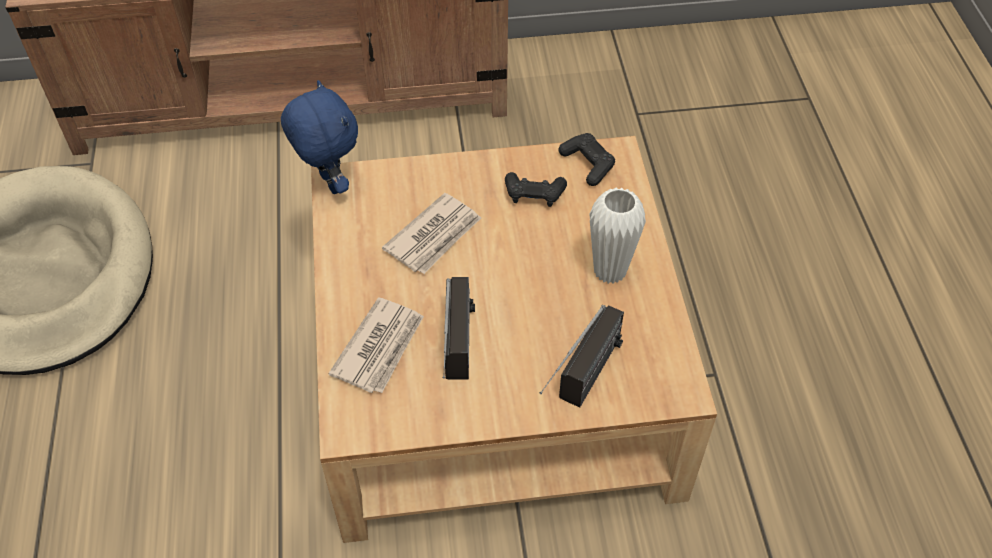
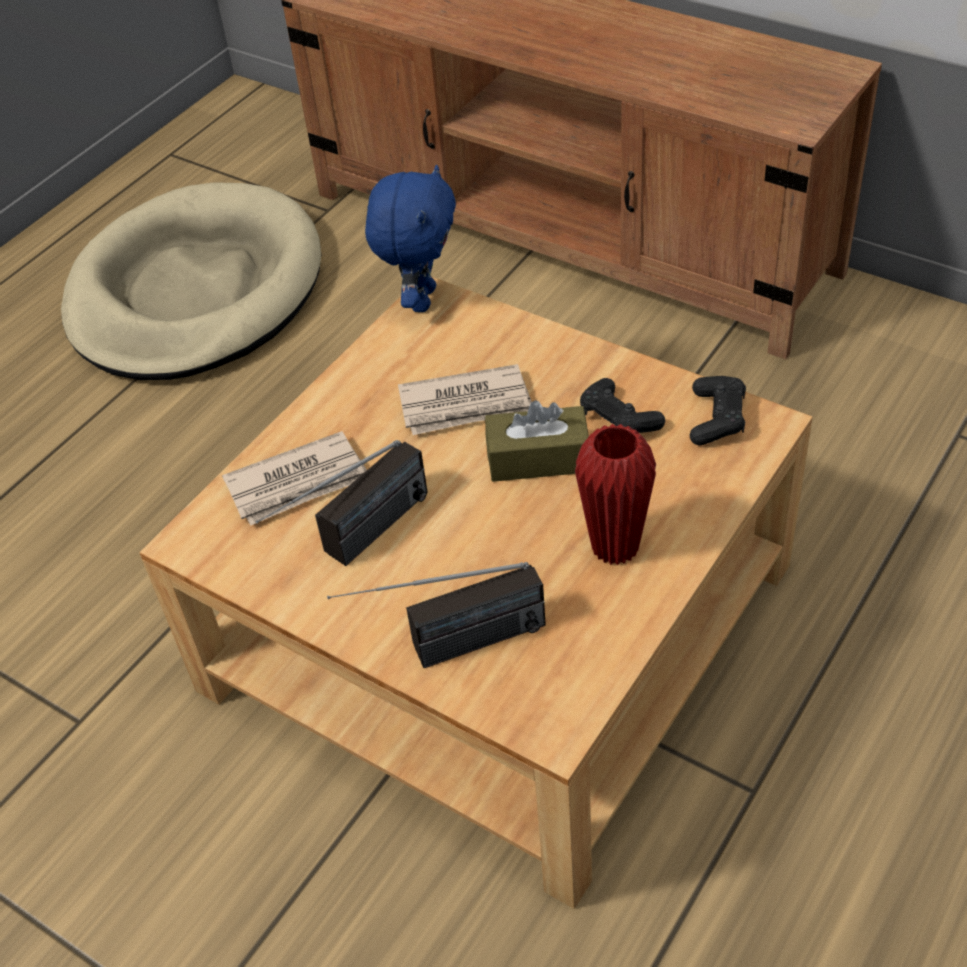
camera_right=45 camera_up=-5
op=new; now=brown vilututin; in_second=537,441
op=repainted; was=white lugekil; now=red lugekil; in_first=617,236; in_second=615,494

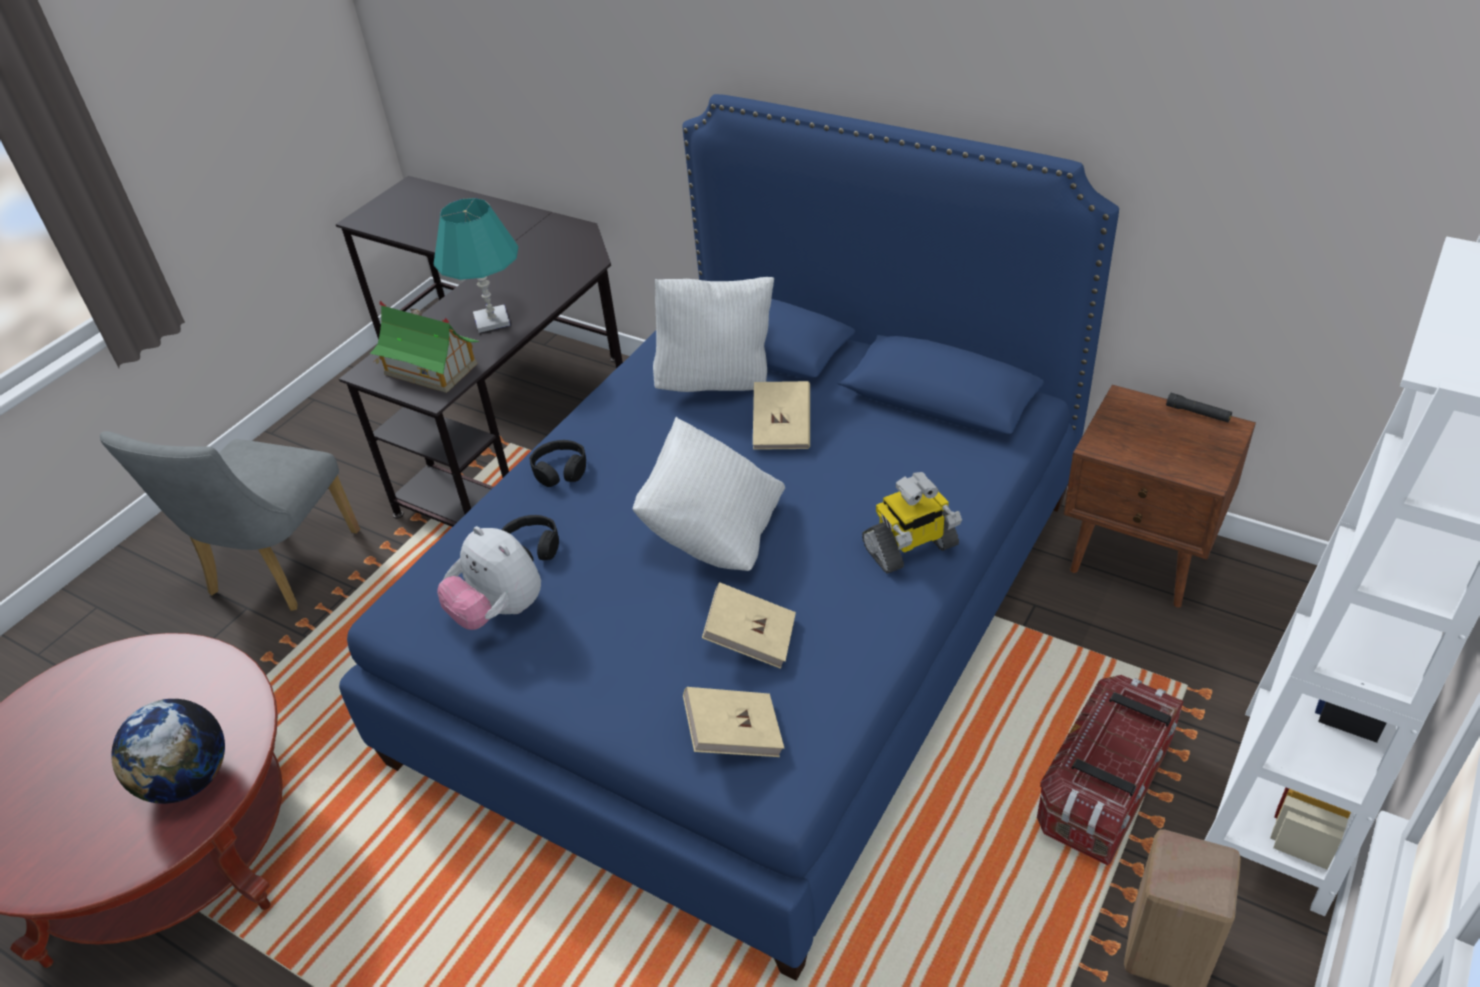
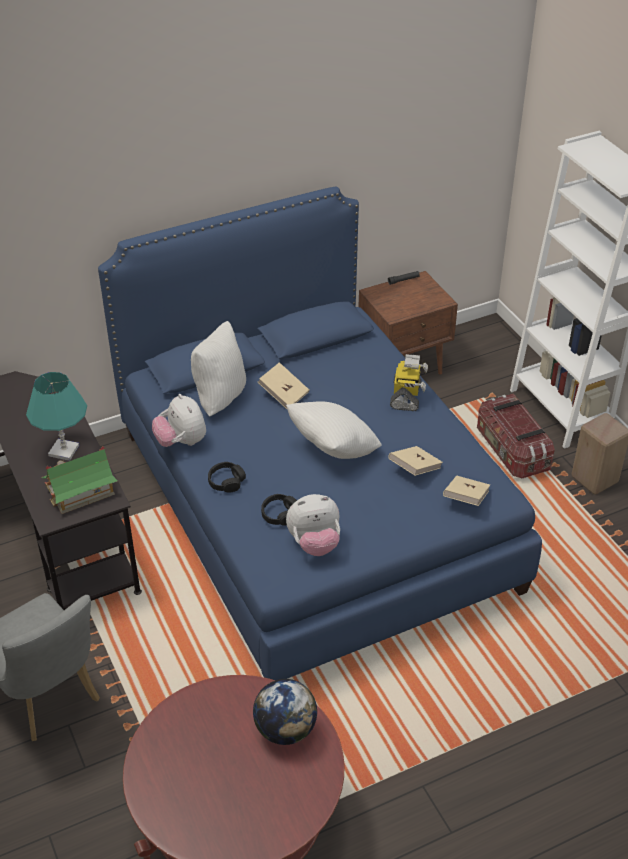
camera_right=-60 camera_up=0
op=new; now=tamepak; in_second=179,420

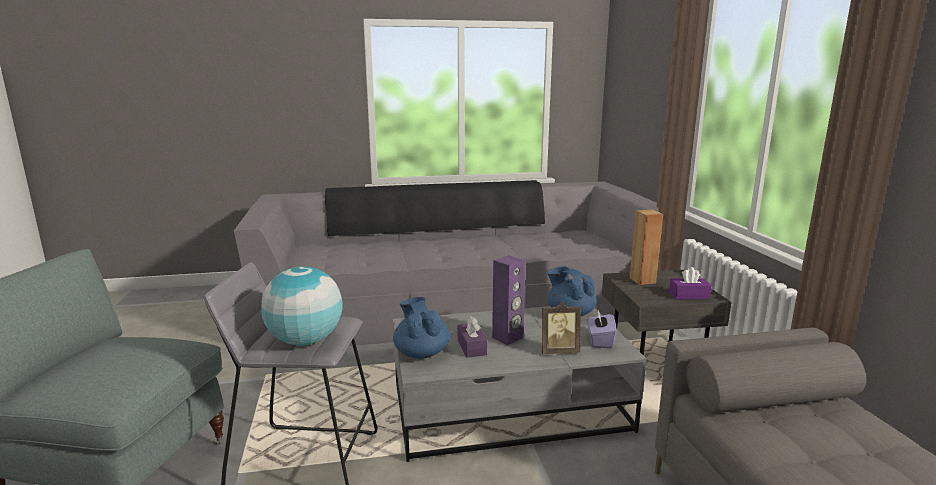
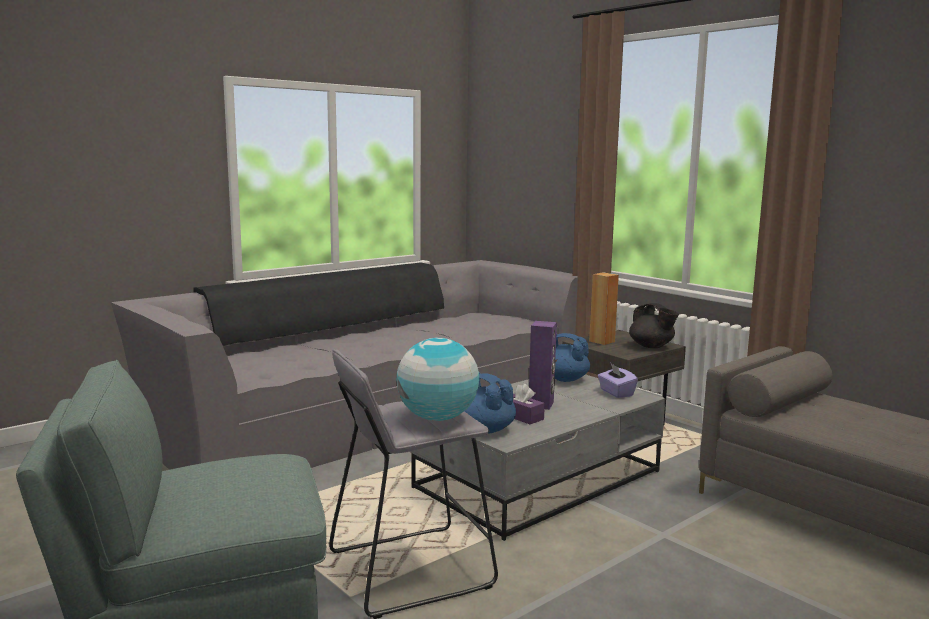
camera_right=-30 camera_up=-5
op=swapped; was=purple vilututin; now=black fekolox; in_first=690,283; in_second=654,325
op=gone; was=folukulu; in_first=561,328

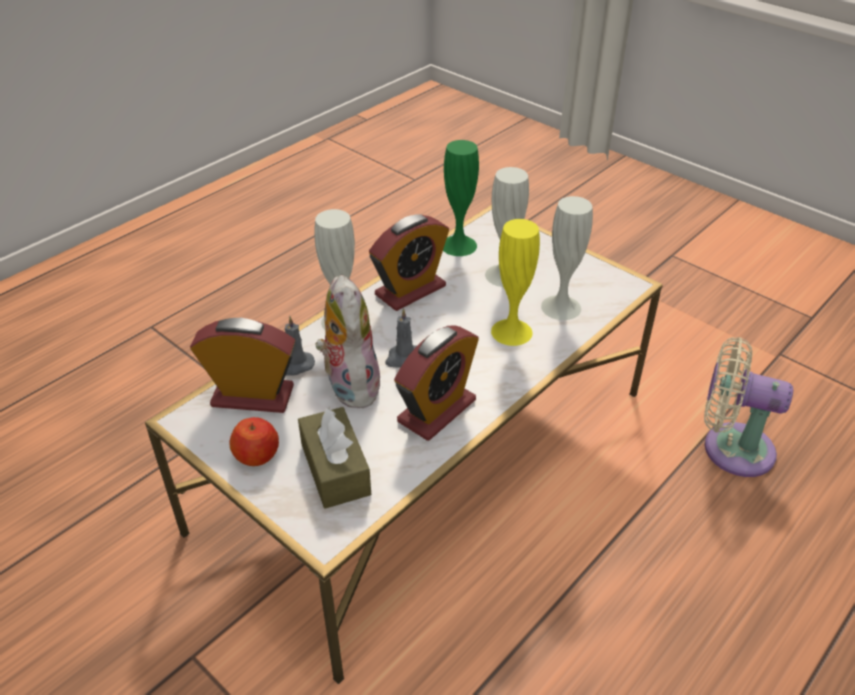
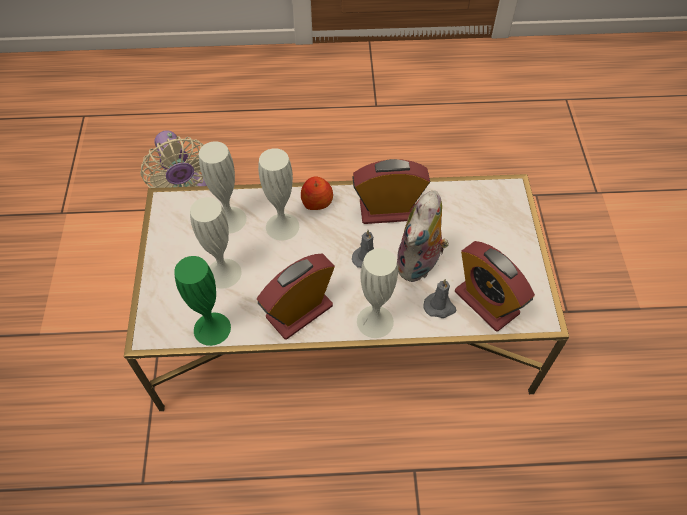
camera_right=-135 camera_up=15
op=rotated; was=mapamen; in_first=409,262; in_second=296,296; clockwise=-45
op=repainted; was=yellow lugekil; now=white lugekil; in_first=515,282; in_second=278,194
op=shifted; was=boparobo; in_first=254,441; in_second=317,193
op=gone; was=brown vilututin; in_first=334,458

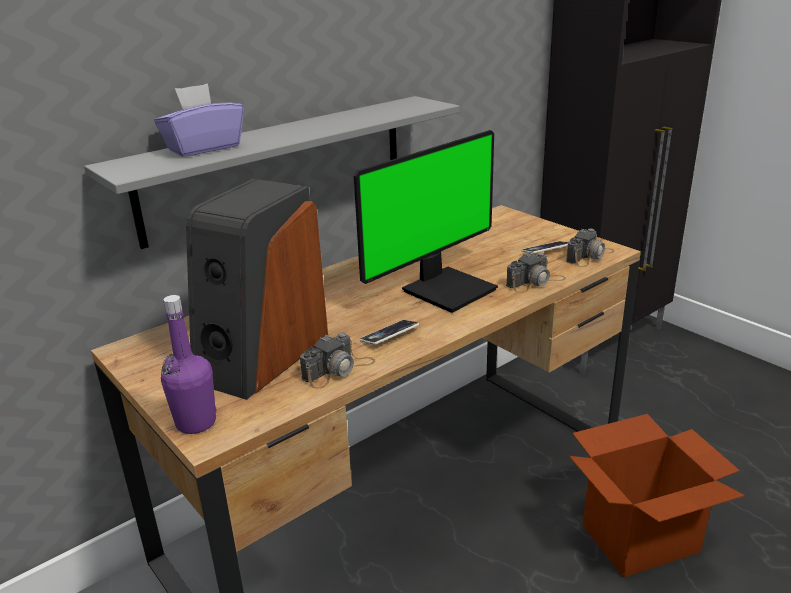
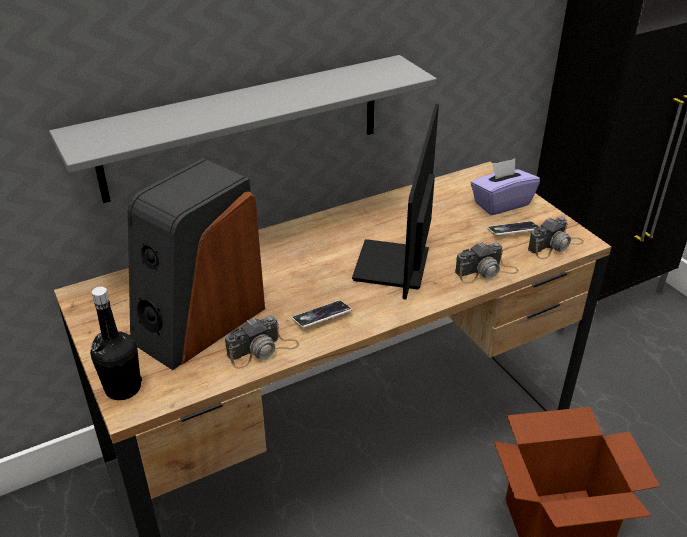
camera_right=10 camera_up=10
op=repainted; was=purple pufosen; now=black pufosen; in_first=189,364; in_second=116,343
op=rotated; was=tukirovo; in_first=426,221; in_second=395,202; clockwise=135
op=shifted; was=purple vilututin; in_first=199,120; in_second=505,186

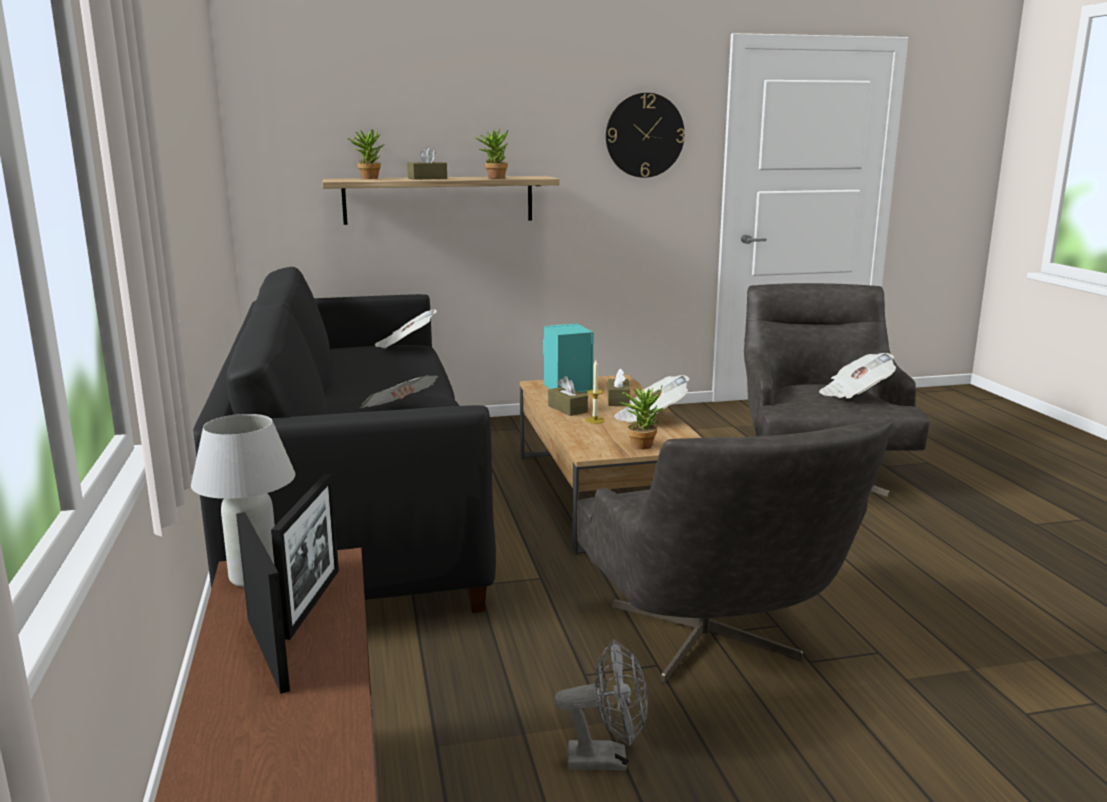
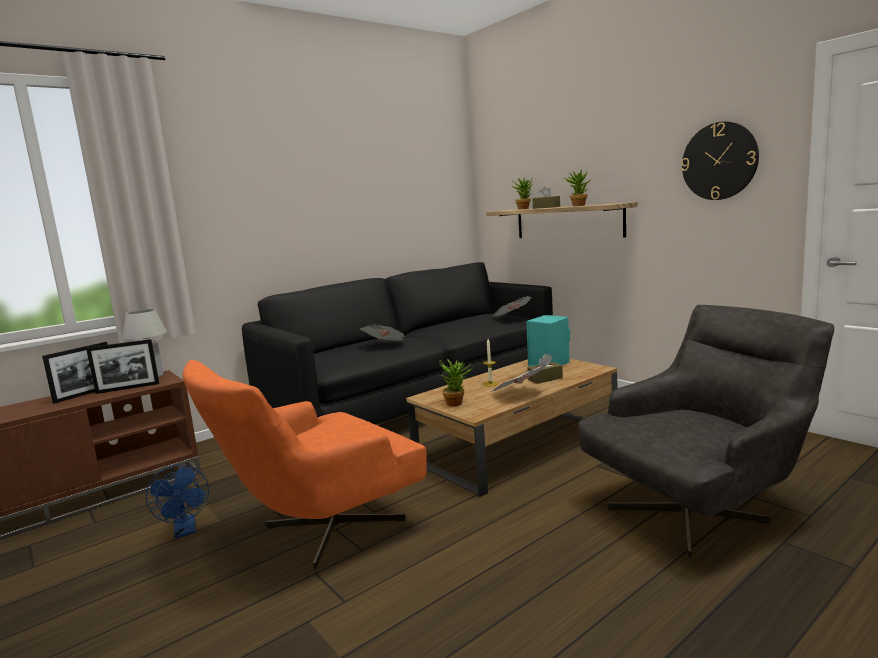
camera_right=65 camera_up=-5
op=repainted; was=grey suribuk; now=blue suribuk; in_first=601,705; in_second=177,501
op=repainted; was=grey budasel; now=orange budasel; in_first=734,551; in_second=305,464
op=gone; was=brown vilututin; in_first=568,396
op=gone; was=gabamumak; in_first=857,376

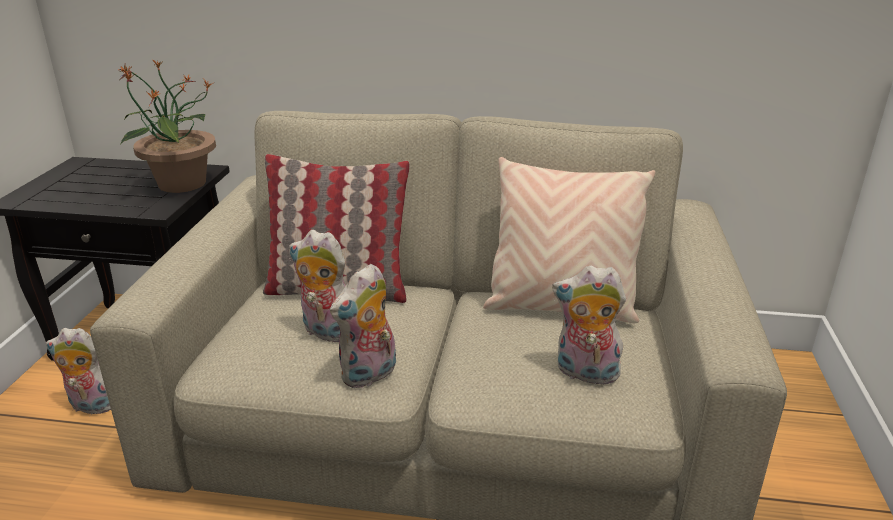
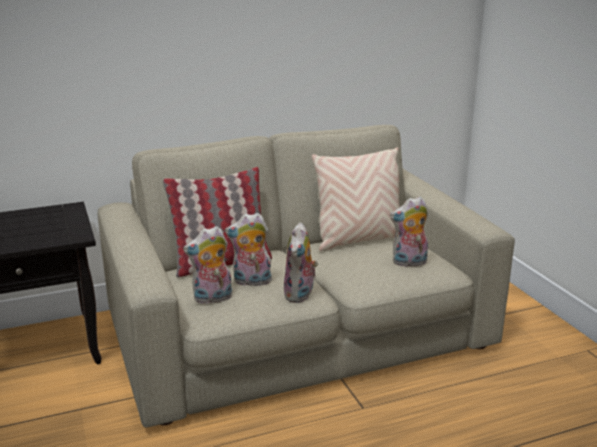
camera_right=-30 camera_up=-5
op=shifted; was=tamepak; in_first=78,371; in_second=207,265
op=gone; was=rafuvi; in_first=167,126

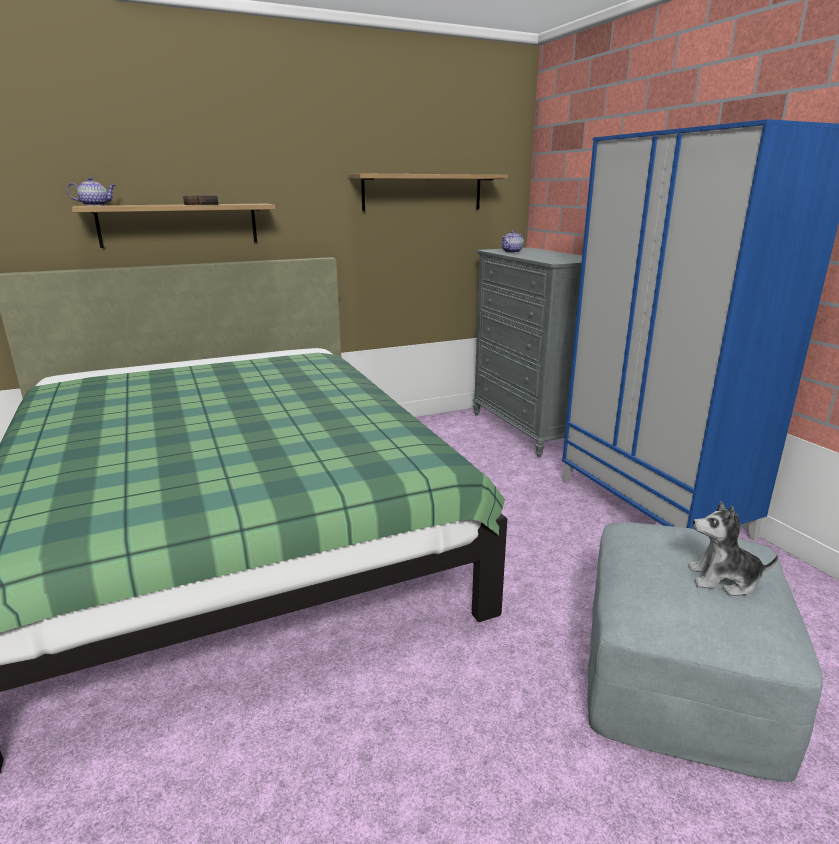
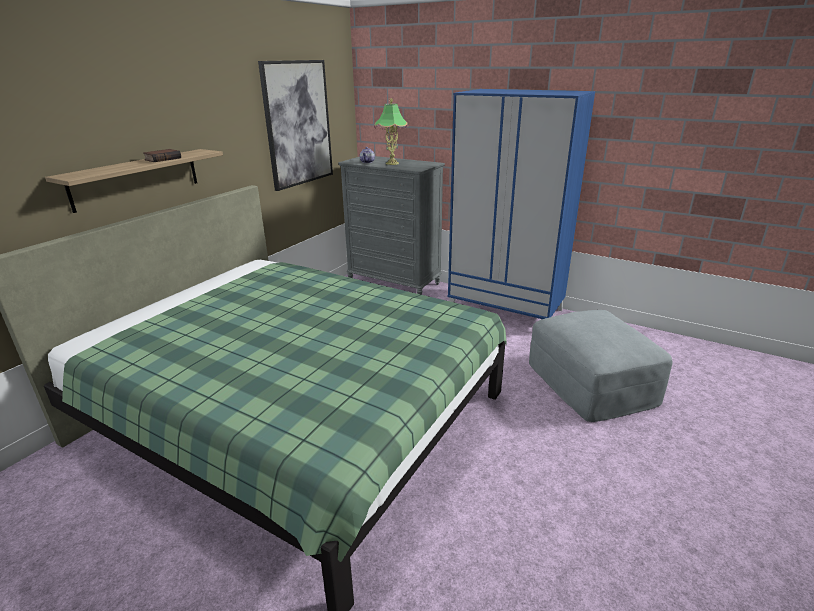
camera_right=-35 camera_up=5
op=swapped; was=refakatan; now=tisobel; in_first=428,192; in_second=295,125
op=new; now=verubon; in_second=391,131
op=gone; was=fekolox; in_first=91,191
op=gone; was=tamepak; in_first=733,548

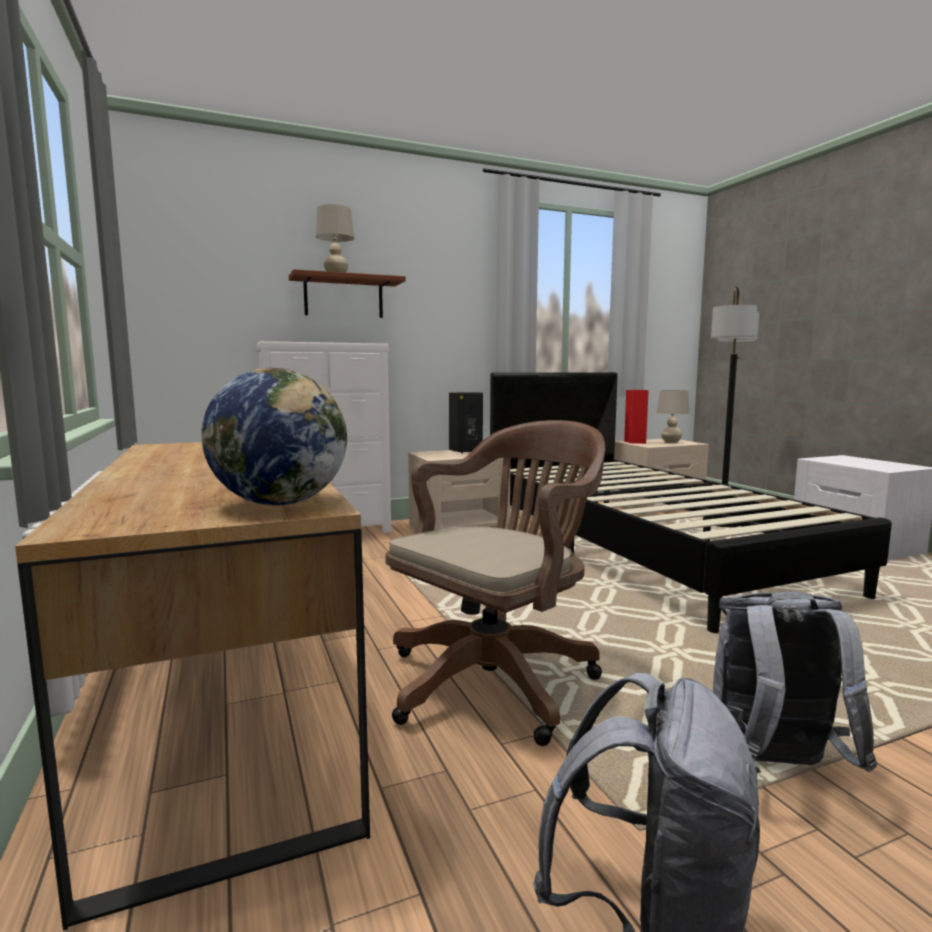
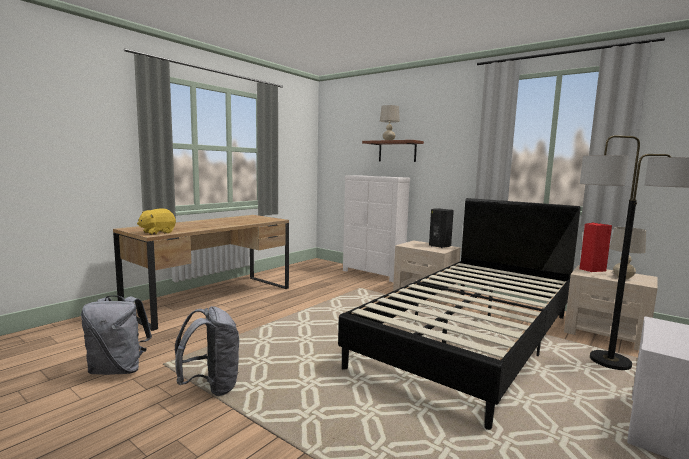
camera_right=60 camera_up=0
op=swapped; was=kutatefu; now=yellow tamepak; in_first=274,436; in_second=156,222
op=gone; was=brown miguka; in_first=495,583

